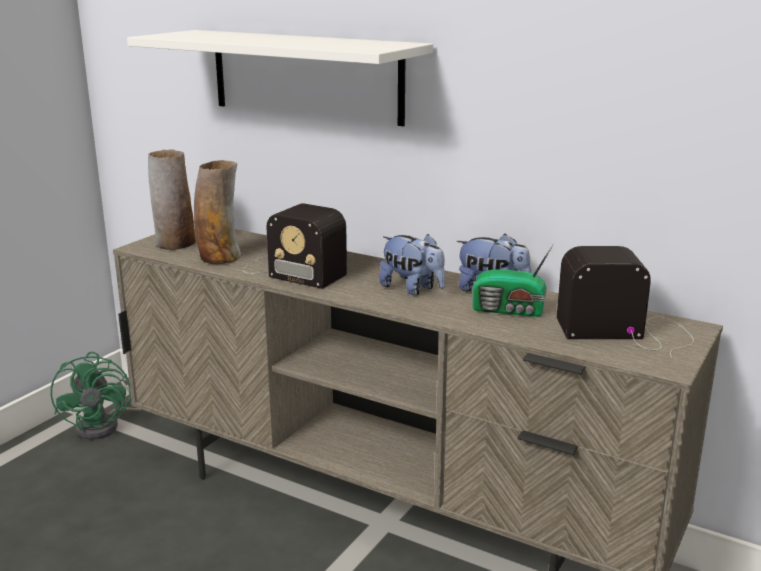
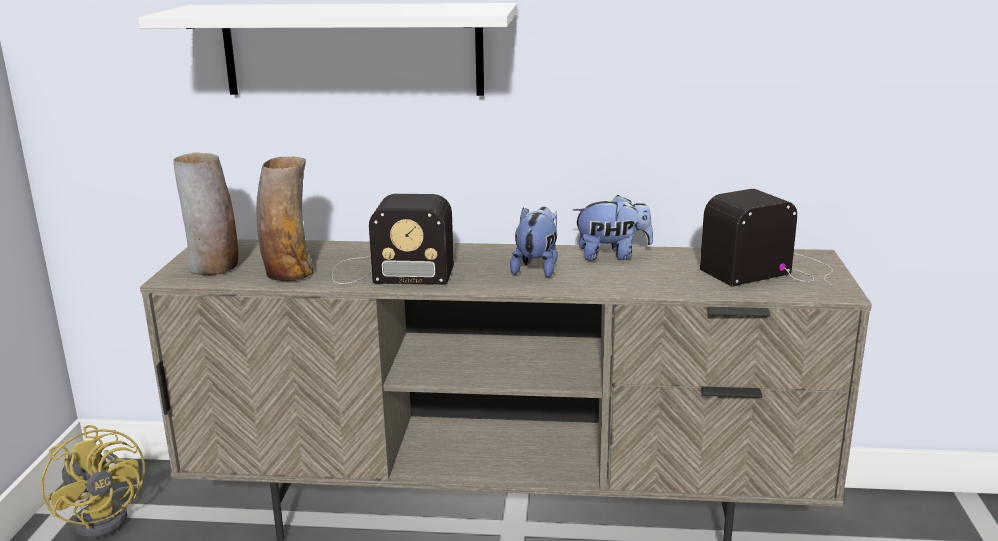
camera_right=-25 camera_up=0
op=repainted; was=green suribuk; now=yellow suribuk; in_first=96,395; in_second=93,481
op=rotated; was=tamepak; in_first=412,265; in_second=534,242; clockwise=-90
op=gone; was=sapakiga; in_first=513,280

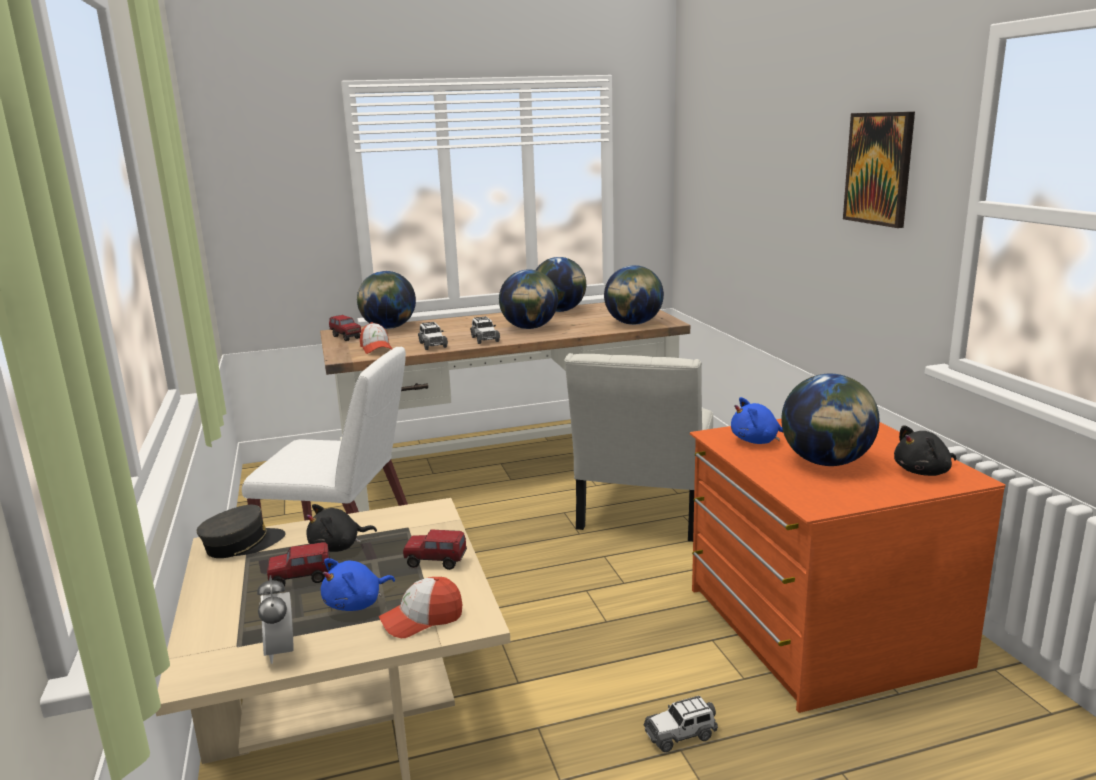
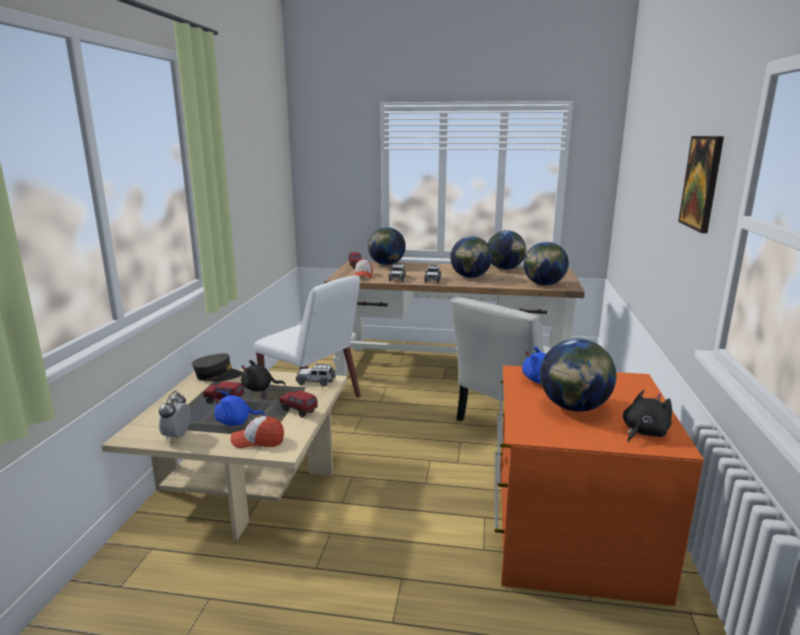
camera_right=25 camera_up=0
op=shifted; was=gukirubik; in_first=681,724; in_second=316,375
op=rotated; was=black tamepak; in_first=925,450; in_second=647,416; clockwise=135

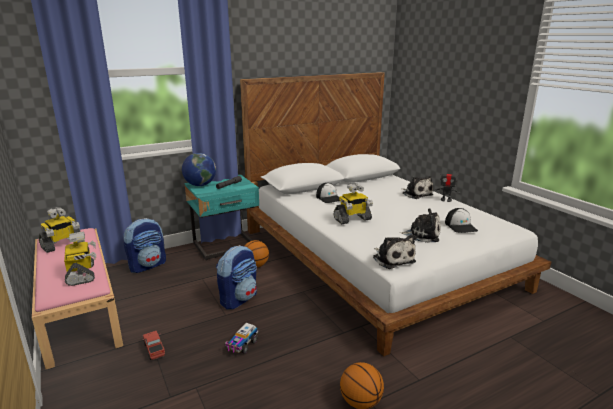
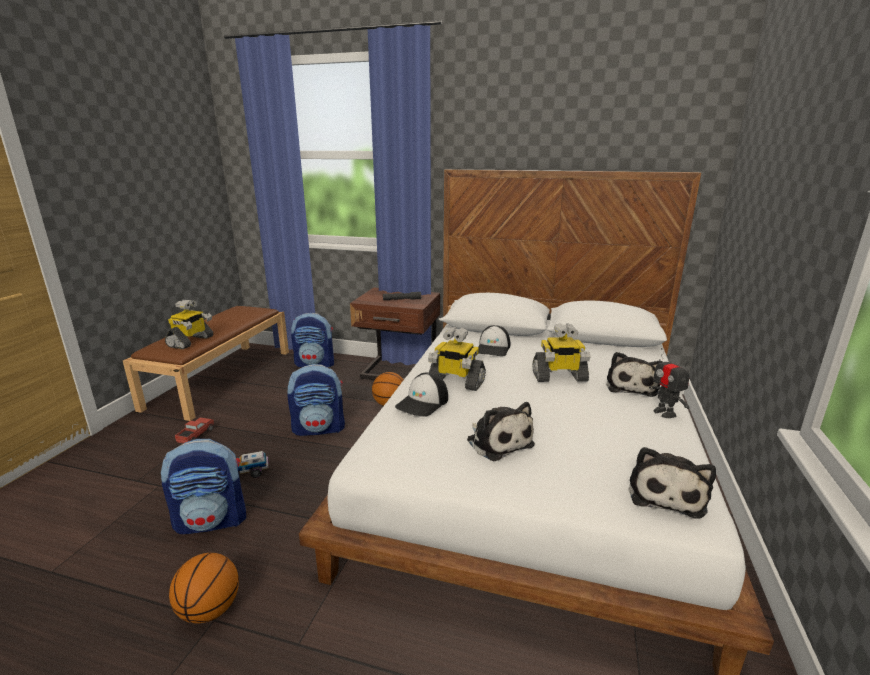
camera_right=45 camera_up=0
op=repainted; was=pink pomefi; now=brown pomefi; in_first=77,298; in_second=206,363
op=new; now=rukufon; in_second=203,486
op=repainted; was=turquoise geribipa; now=brown geribipa; in_first=222,217; in_second=395,334
op=shifted; was=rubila; in_first=461,220; in_second=421,394
op=shifted; was=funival; in_first=60,230; in_second=561,352
op=shifted; was=tamepak; in_first=394,252; in_second=672,482
op=gone; was=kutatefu; in_first=199,169

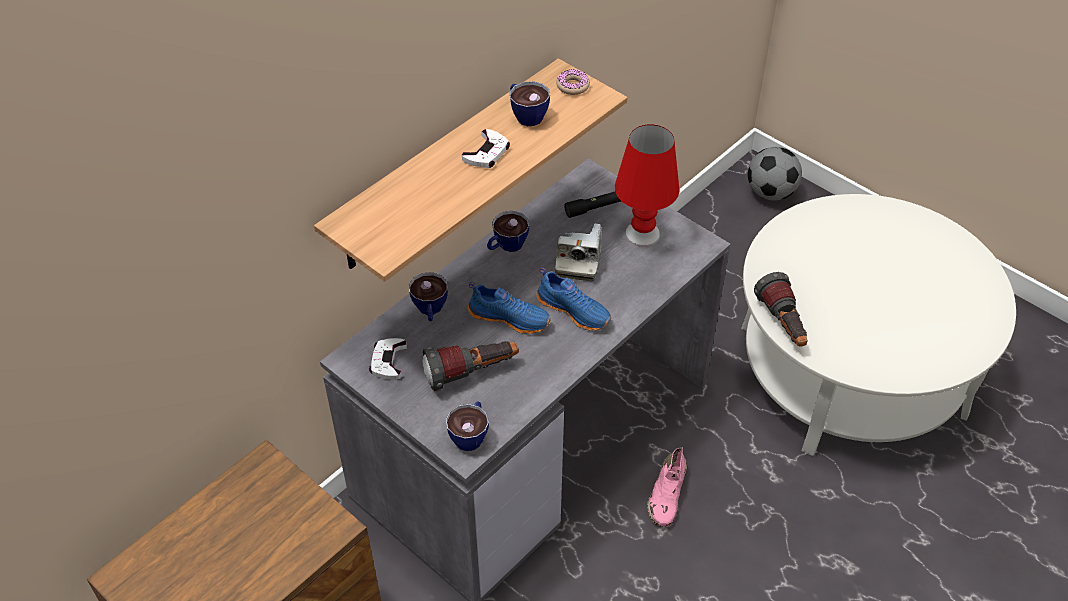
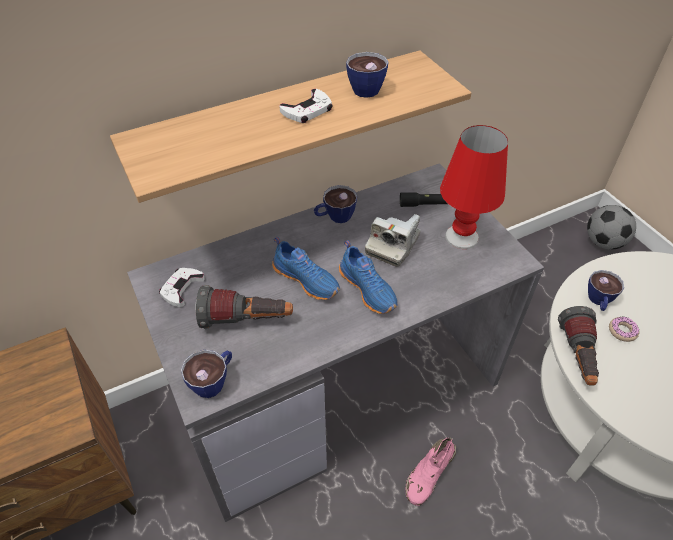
camera_right=20 camera_up=0
op=shifted; was=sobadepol; in_first=428,296; in_second=606,290
op=shifted; was=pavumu; in_first=573,82; in_second=624,329

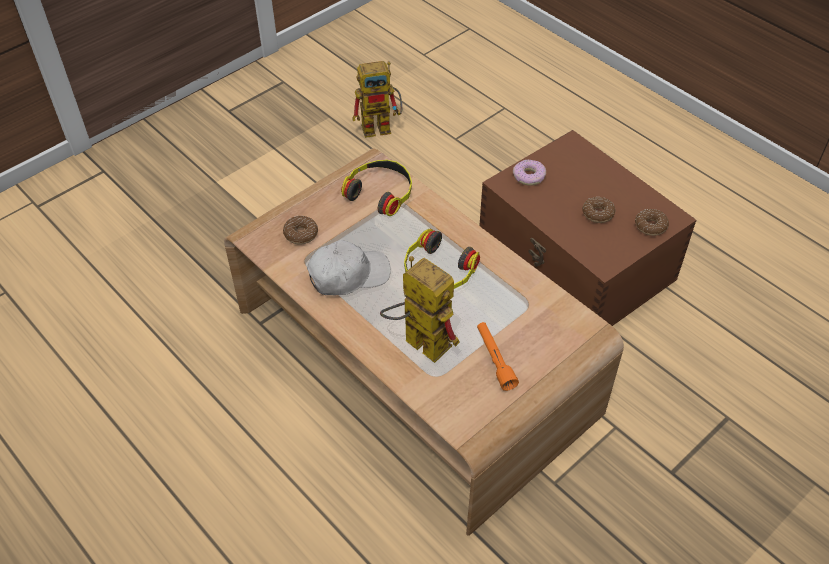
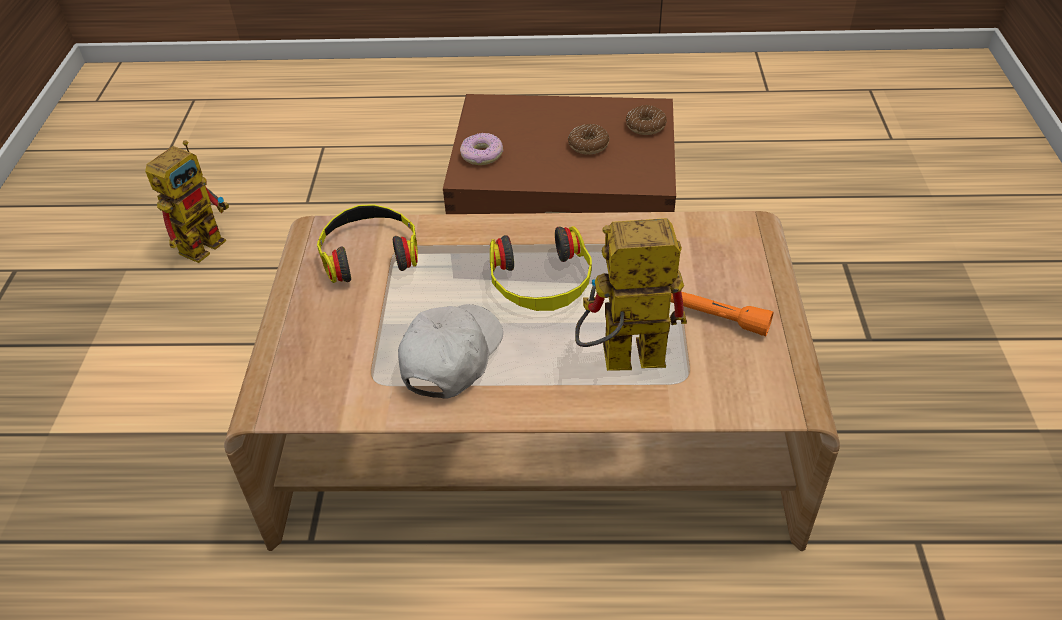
camera_right=-45 camera_up=-5
op=gone; was=pavumu; in_first=300,230

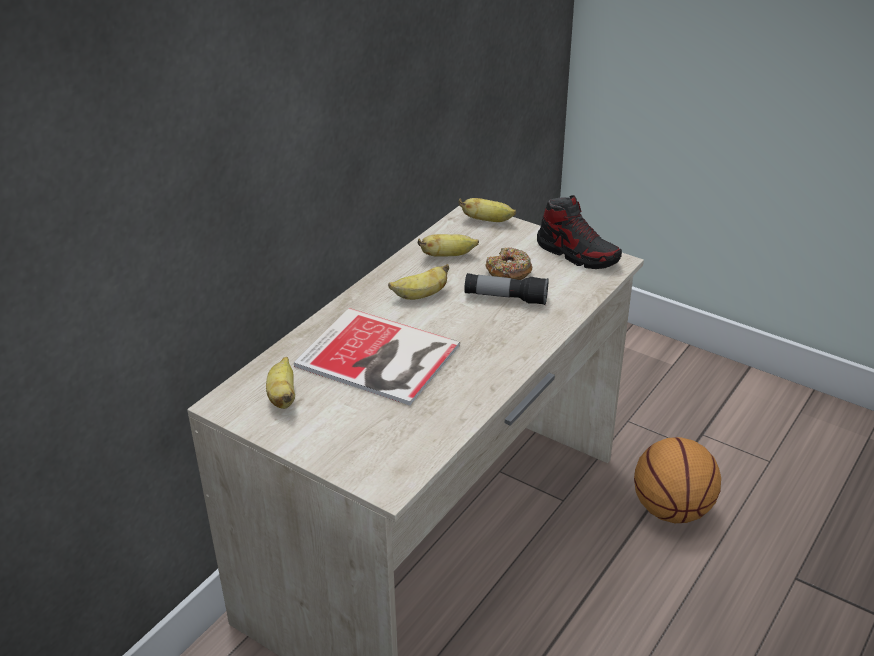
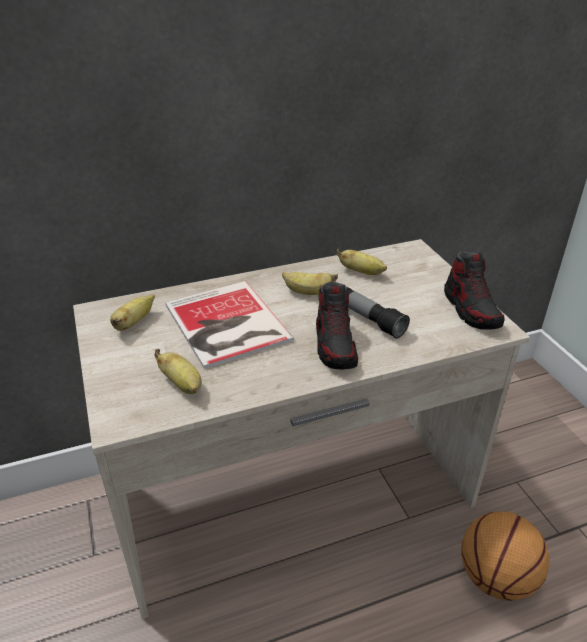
camera_right=35 camera_up=0
op=shifted; was=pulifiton; in_first=487,210; in_second=178,371
op=new; now=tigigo; in_second=337,325
op=gone; was=pavumu; in_first=508,263

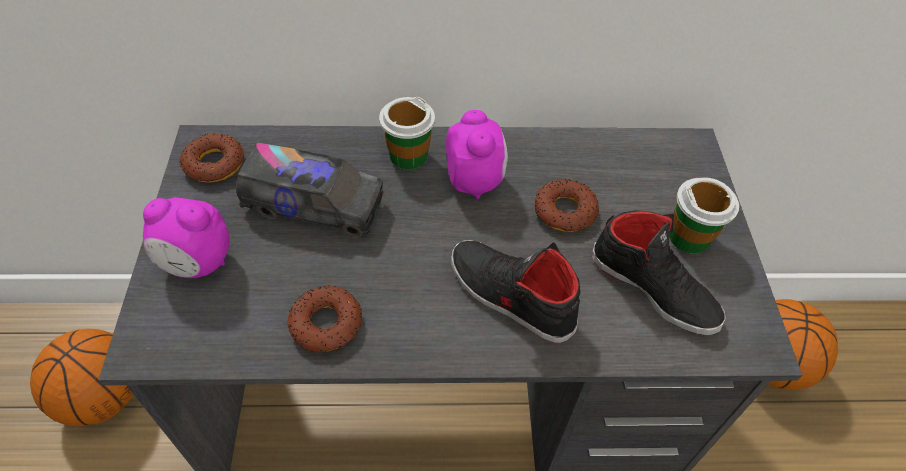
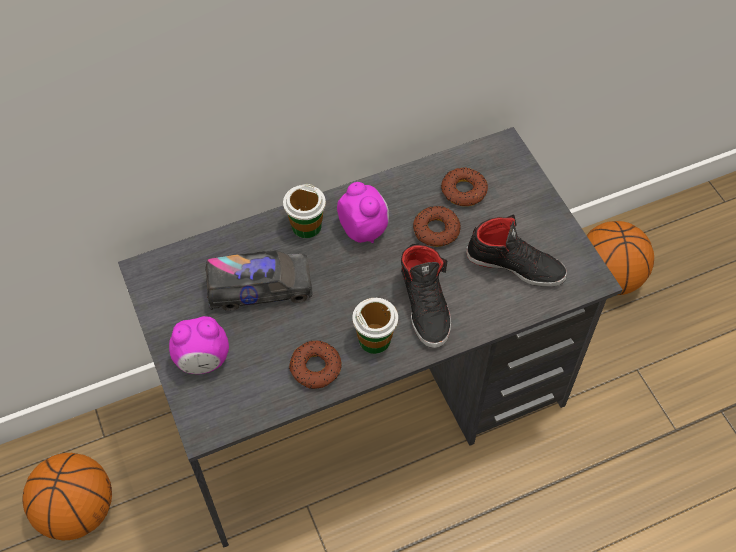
camera_right=-20 camera_up=5
op=shifted; was=sobadepol; in_first=704,215; in_second=375,326
op=rotated; was=black tigigo; in_first=516,291; in_second=426,296; clockwise=-120
op=shifted; was=pavumu; in_first=212,158; in_second=464,186

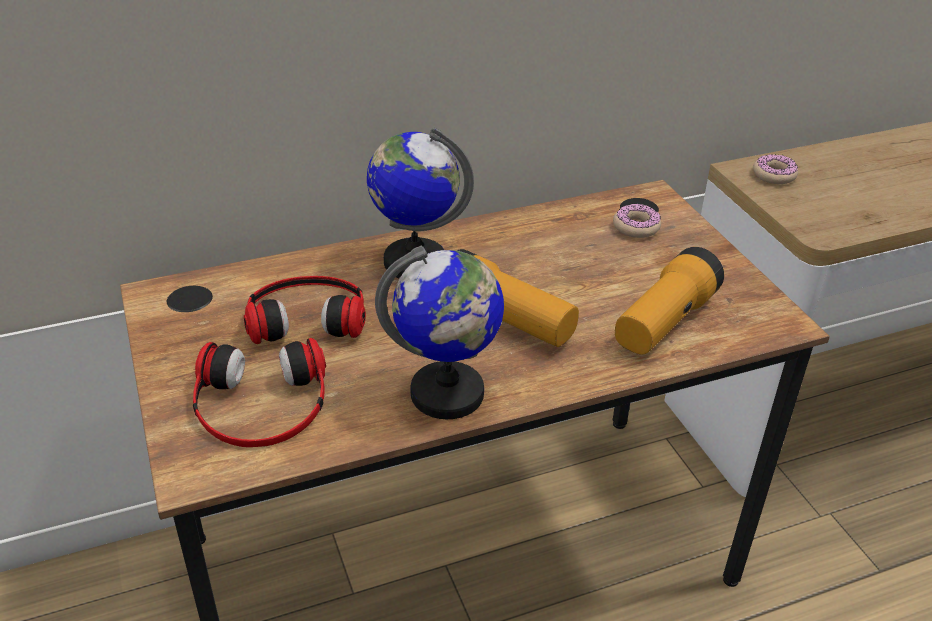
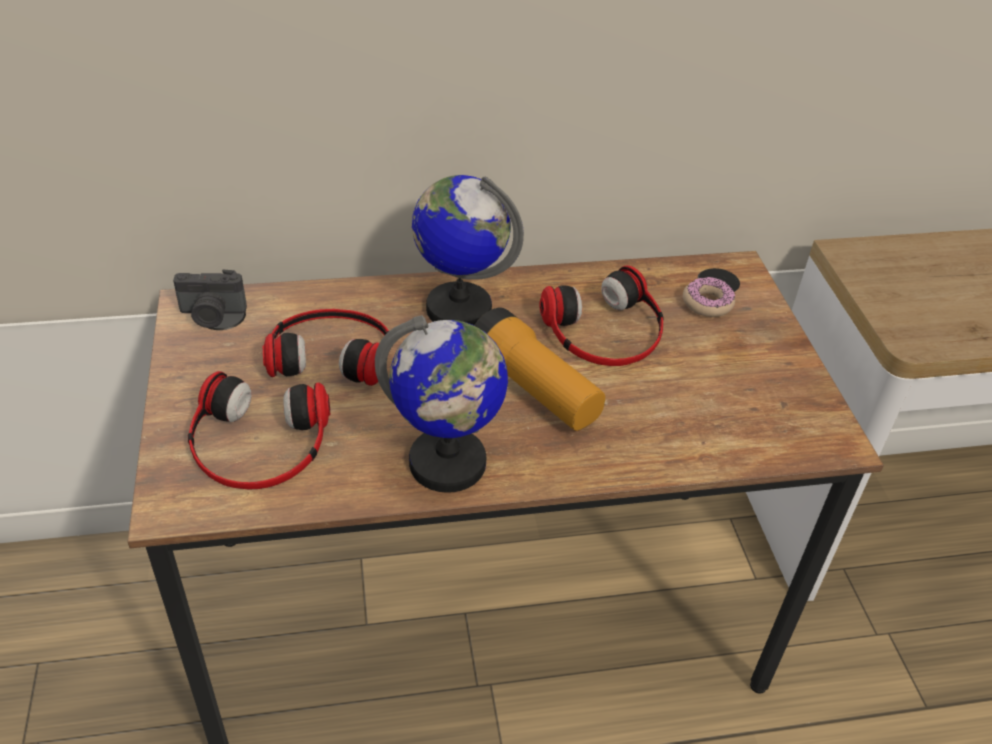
camera_right=10 camera_up=5
op=new; now=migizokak; in_second=210,299
op=new; now=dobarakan; in_second=601,315
op=gone; was=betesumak; in_first=669,301
op=gone; was=pavumu; in_first=775,169

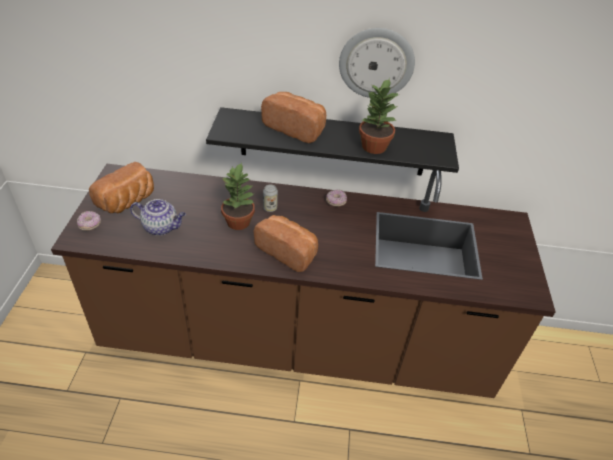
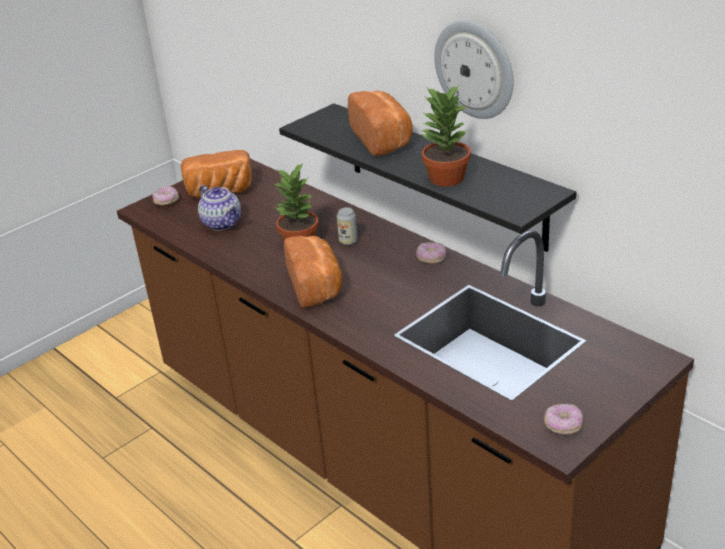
camera_right=45 camera_up=-10
op=new; now=pavumu; in_second=563,419

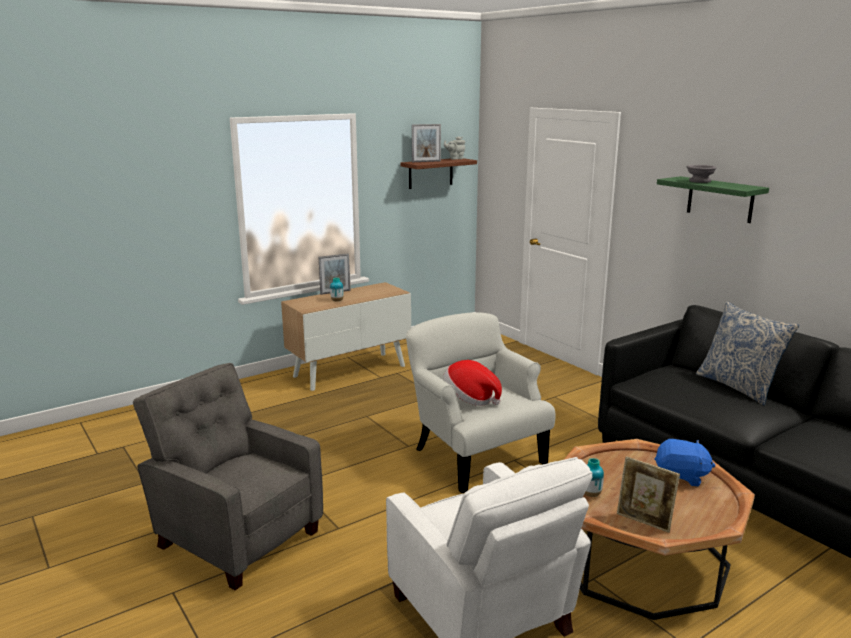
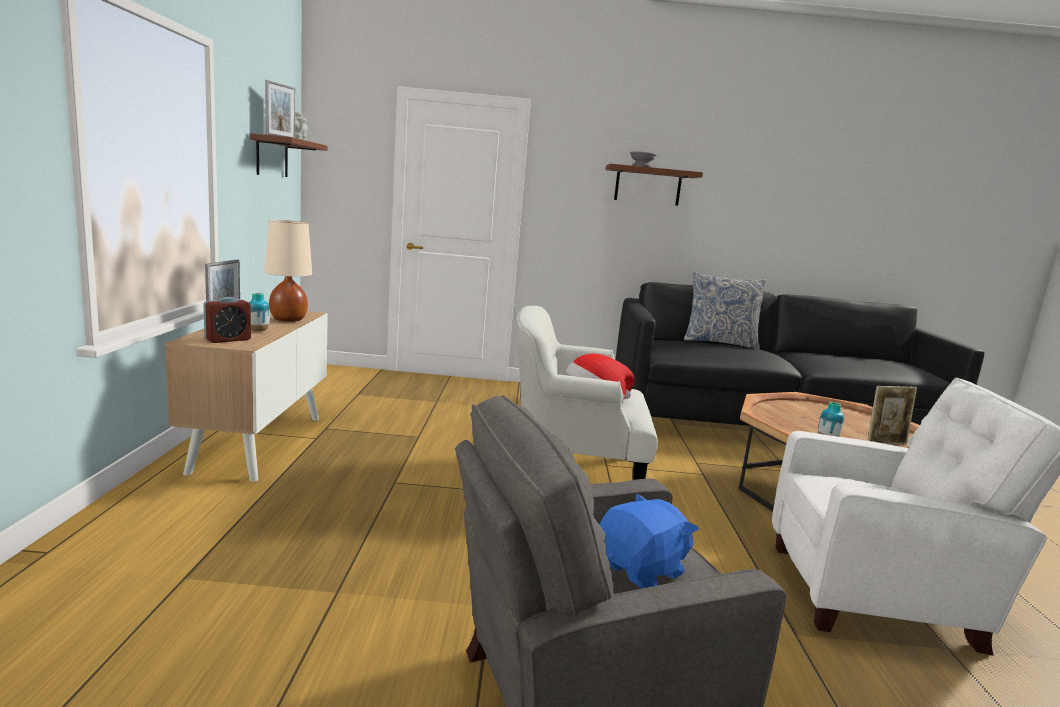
camera_right=-55 camera_up=-5
op=new; now=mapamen; in_second=227,320
op=new; now=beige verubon; in_second=288,271
op=shifted; was=blue tamepak; in_first=685,462; in_second=649,541
op=repainted; was=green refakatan; now=brown refakatan; in_first=713,199; in_second=654,185

